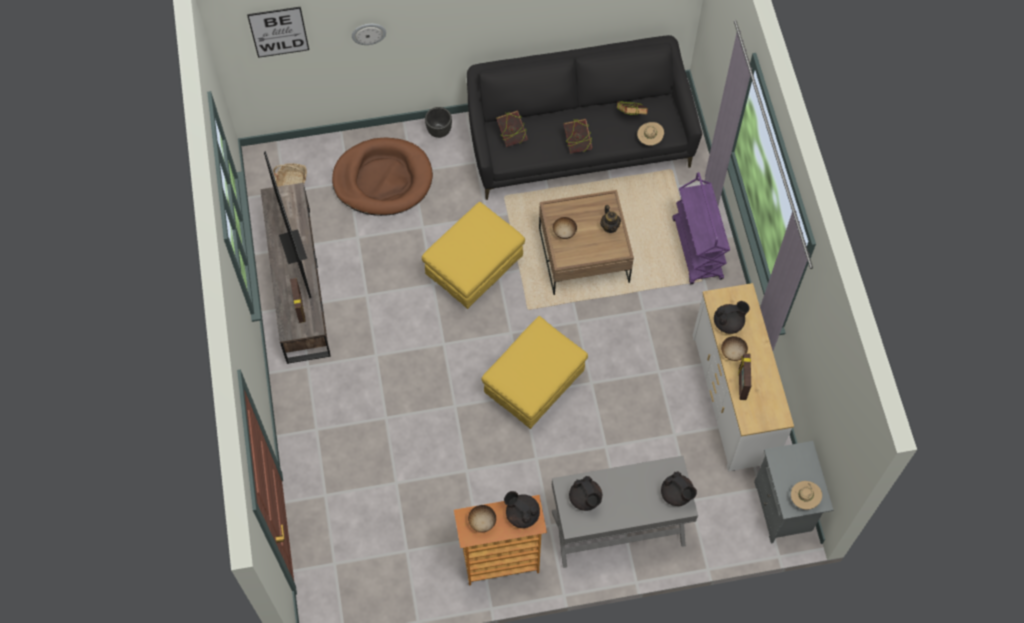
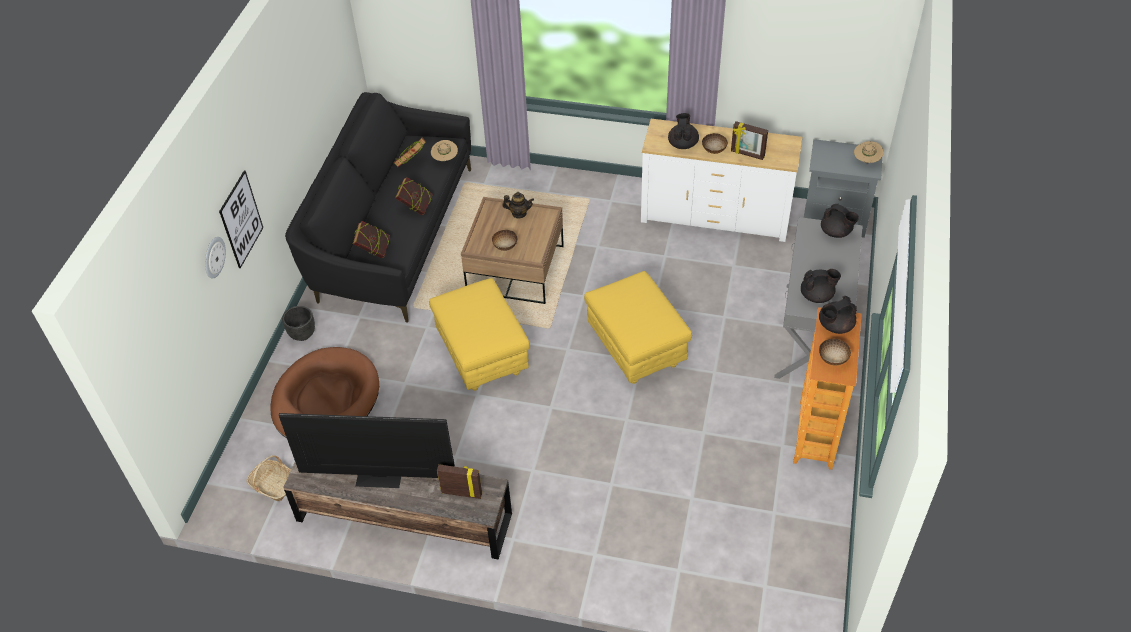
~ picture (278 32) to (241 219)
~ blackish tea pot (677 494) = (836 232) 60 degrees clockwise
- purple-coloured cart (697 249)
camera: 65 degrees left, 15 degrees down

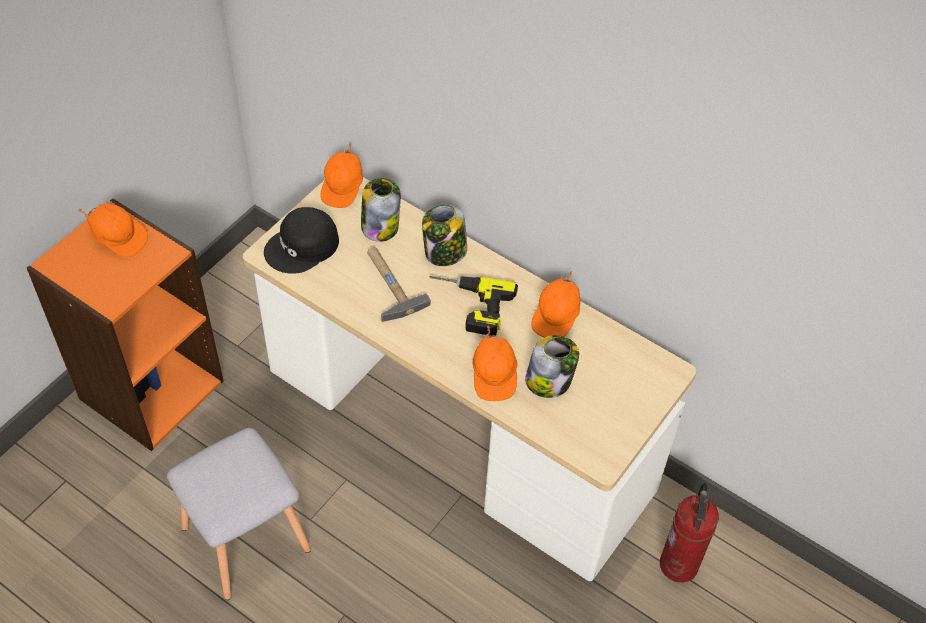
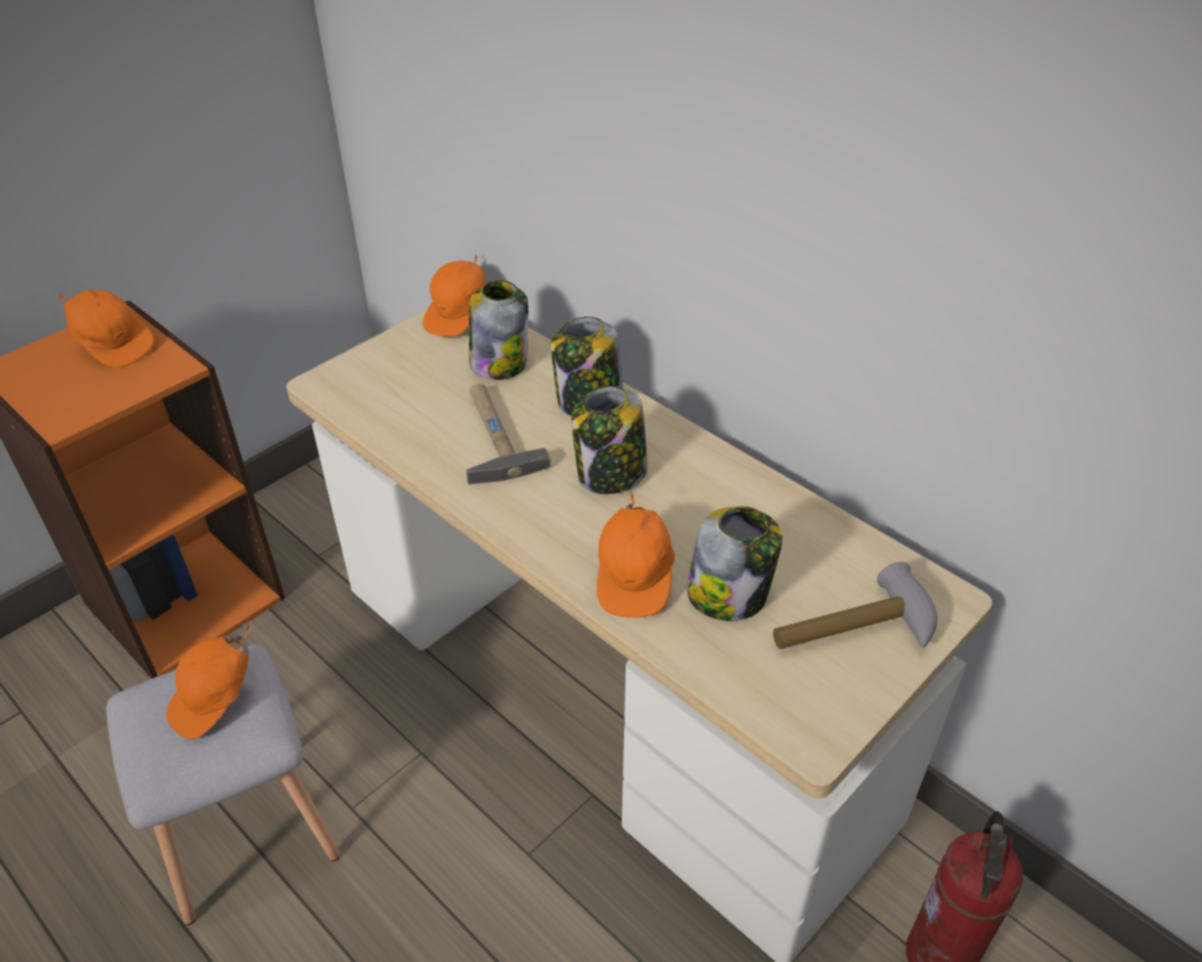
~ orangey peaked cap (557 317) to (216 700)
~ power drill (468 306) to jar (610 474)
+ hammer (854 632)
- blackish peaked cap (303 247)
camera: 10 degrees right, 10 degrees down

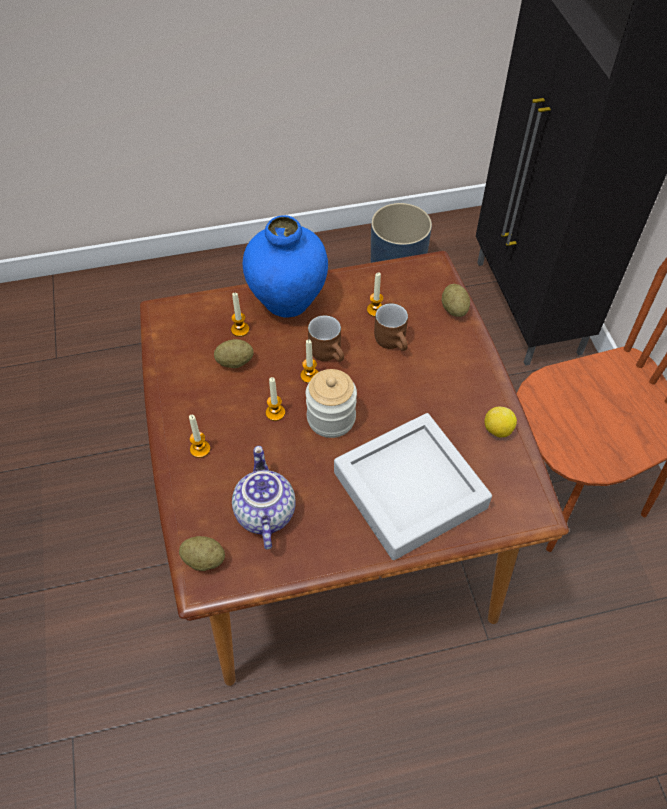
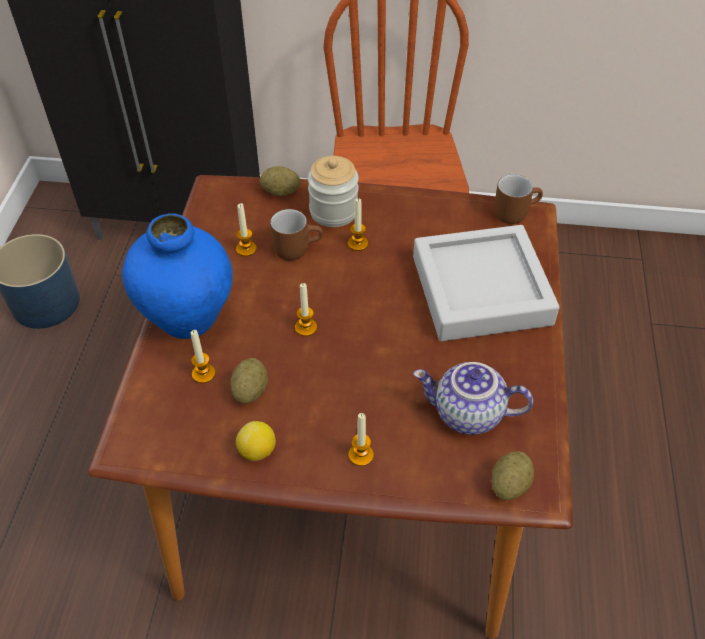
~ lemon (497 430) to (257 451)
~ jar (331 418) to (333 211)
~ candle (275 413) to (357 243)
~ brown mug (329 353) to (514 211)
camera: 70 degrees left, 5 degrees down

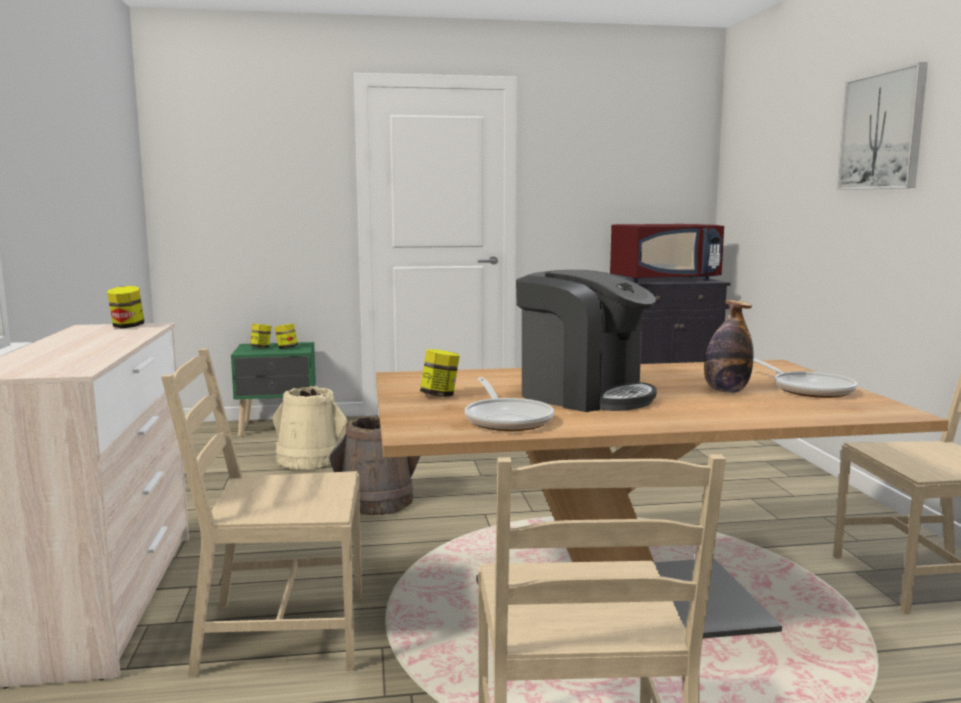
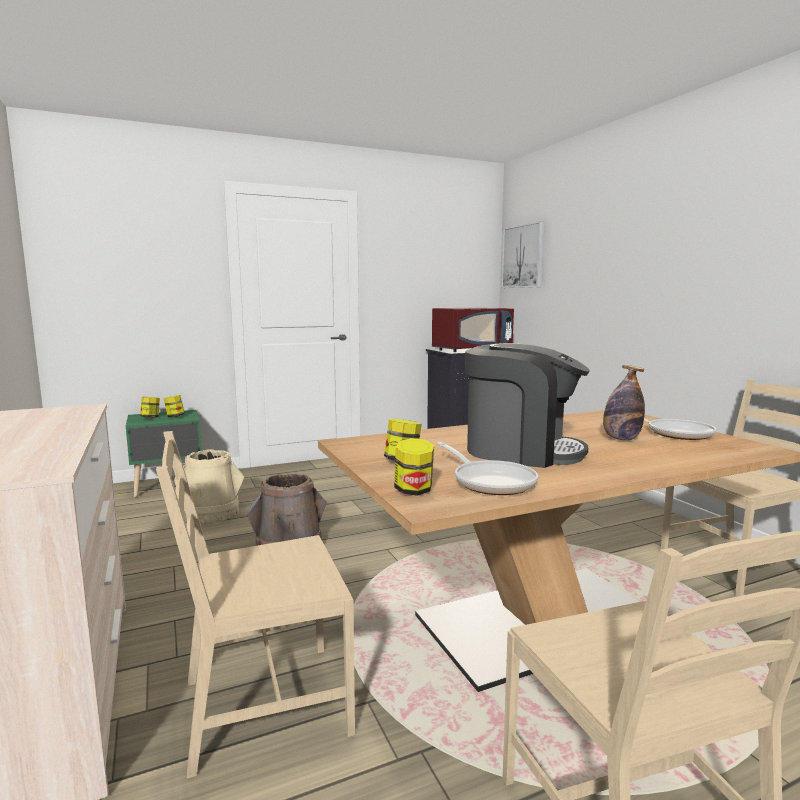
~ jar (127 327) to (413 491)
~ picture (882 131) to (523 256)
camera: 15 degrees left, 0 degrees up

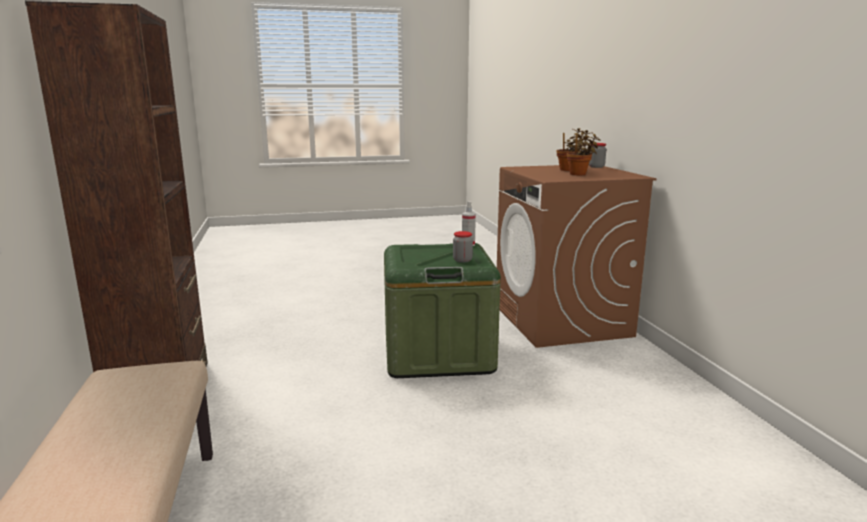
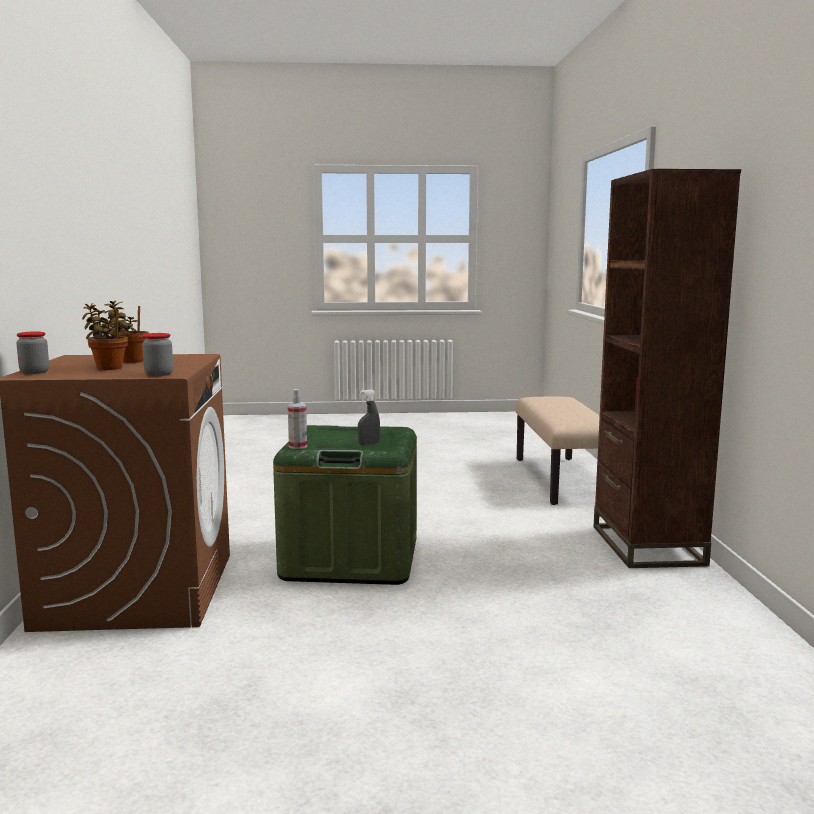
~ jar (462 260) to (159 374)
+ greyish sprayer (369 444)
camera: 170 degrees left, 5 degrees down

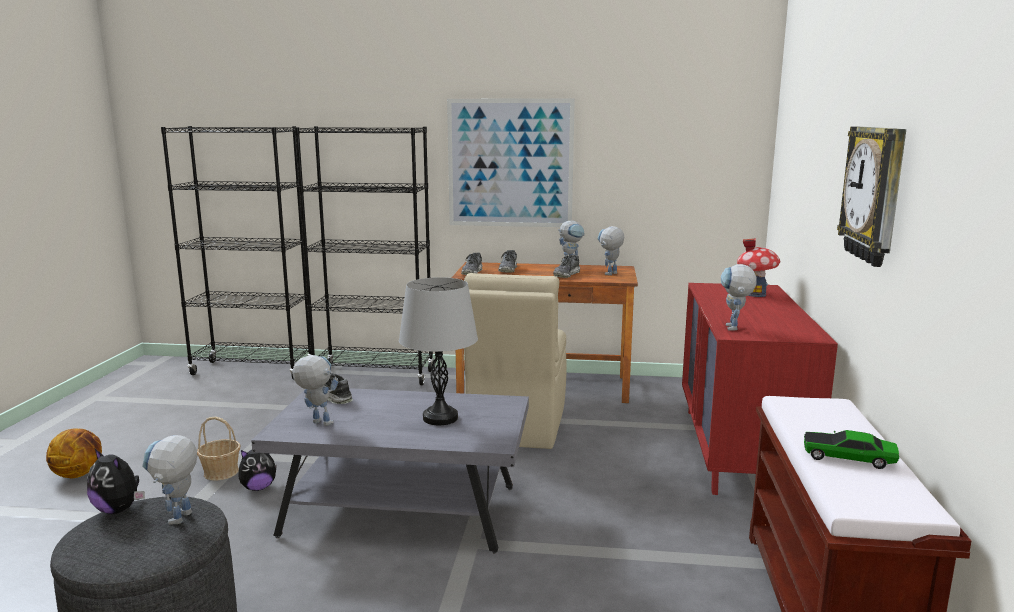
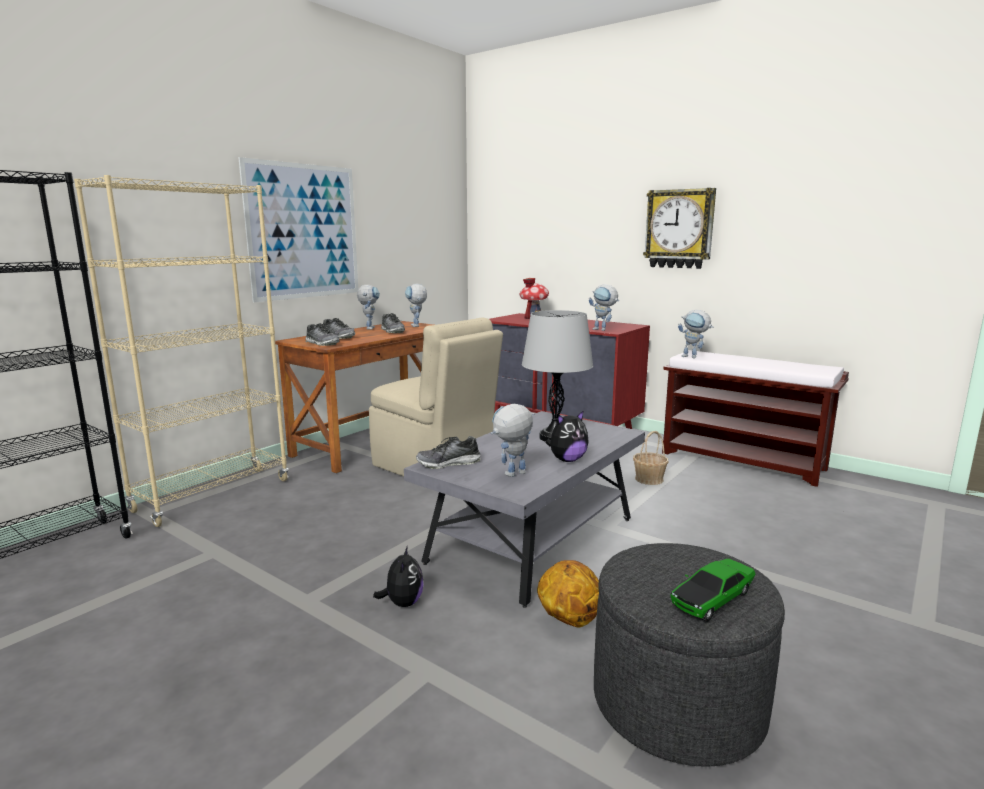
~ blackish bookcase (374 375) to beige bookcase (213 495)
~ ball for basketball (79 474) to (568 620)
~ plush toy (119 509) to (567 460)
~ basket (221 472) to (648 479)
~ miniature car (848 458) to (712 599)
~ toy robot (179 522) to (693 357)
camera: 60 degrees left, 0 degrees up

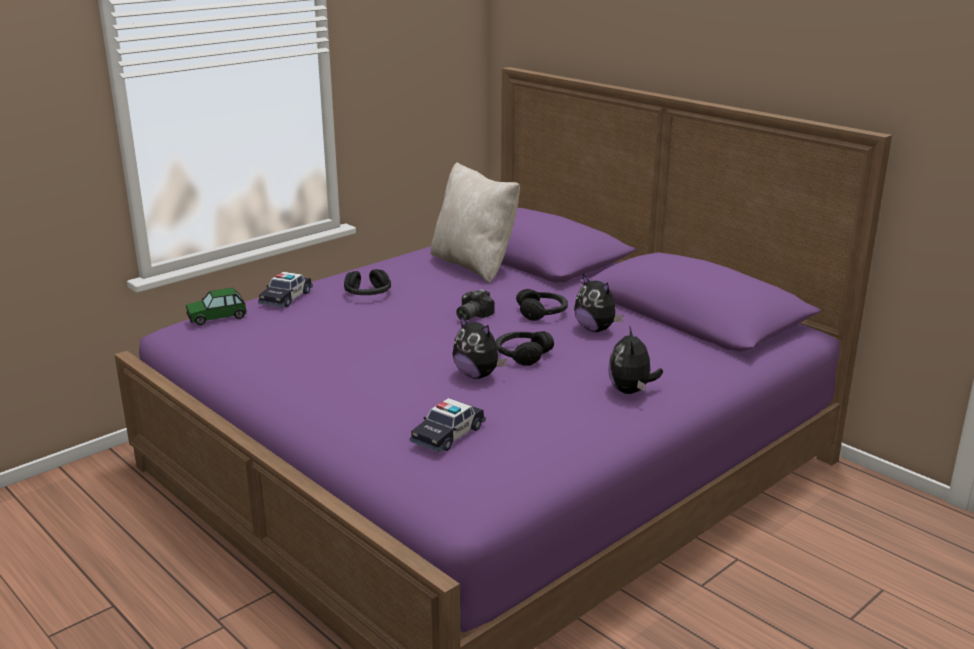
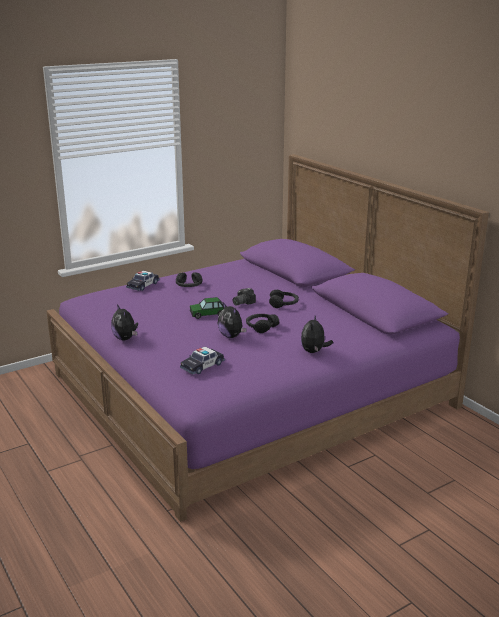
~ plush toy (596 329) to (125 338)
~ miniature car (217 316) to (207 314)
- beige pillow (474 265)
camera: 10 degrees right, 0 degrees up

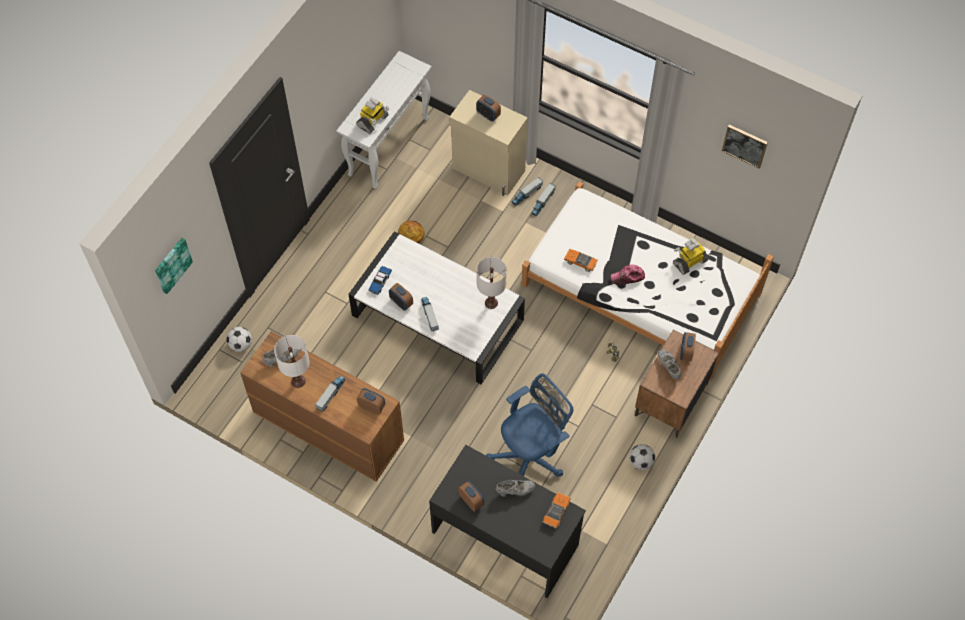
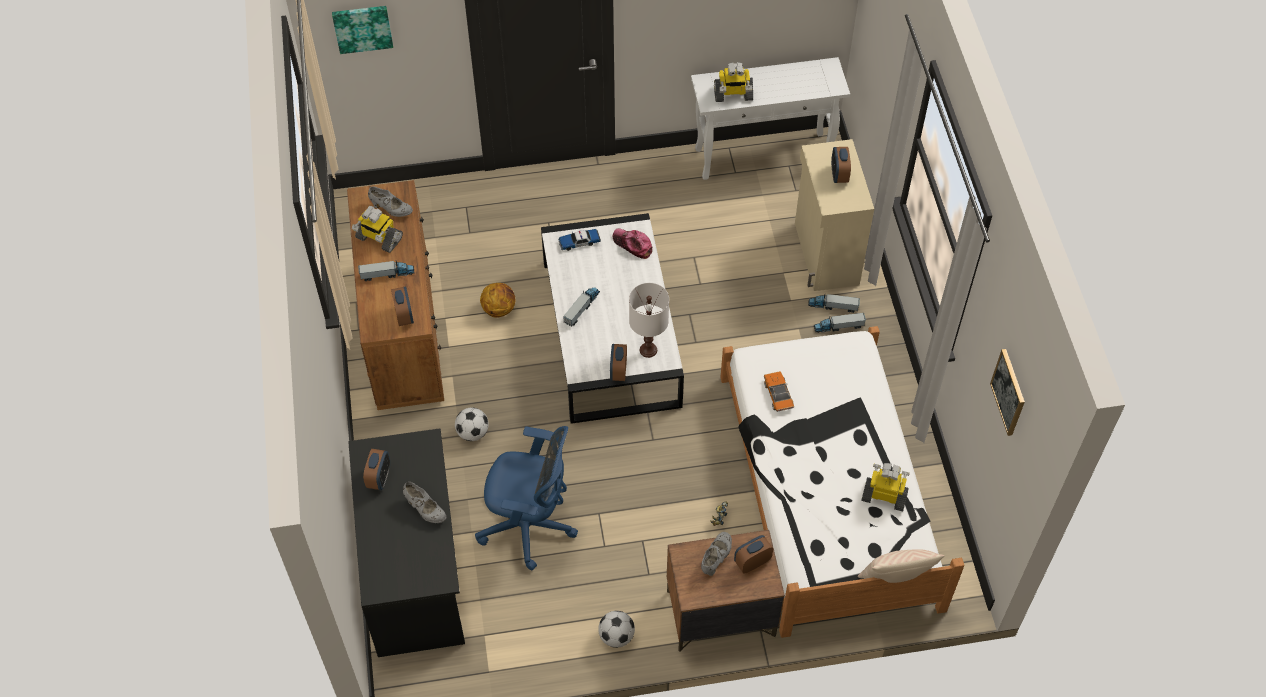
~ whitish lamp for a table (298 381) to toy robot (378 238)
~ ball for football (240 344) to (473 433)
~ ball for basketball (411 239) to (499 309)
~ table clock (401 302) to (618 371)
~ peaked cap (628 277) to (632 245)
+ beige pillow (895 579)
- miniature car (556 512)
camera: 50 degrees right, 5 degrees down

